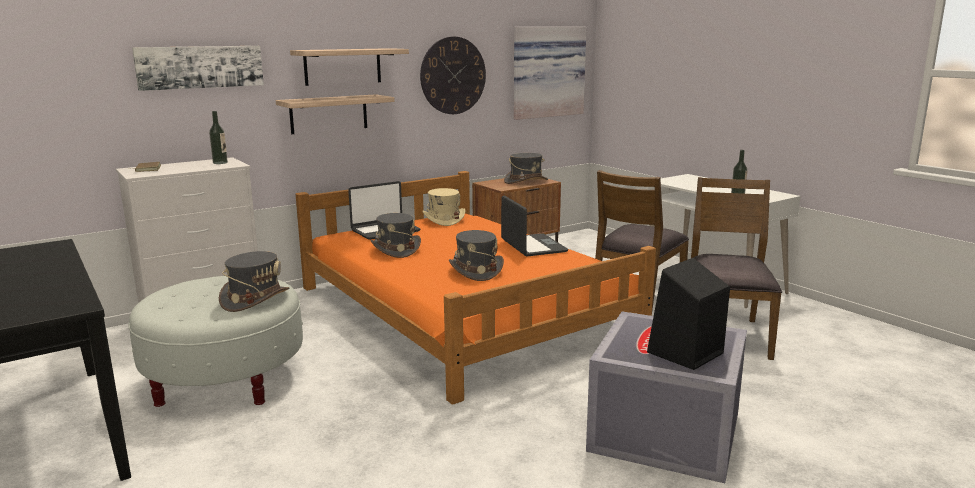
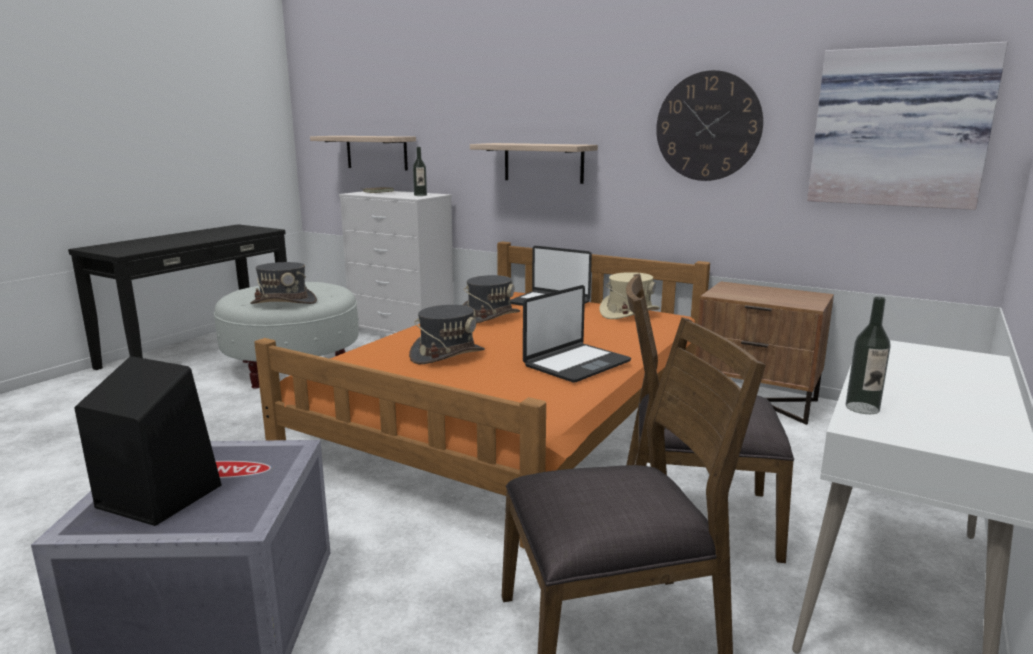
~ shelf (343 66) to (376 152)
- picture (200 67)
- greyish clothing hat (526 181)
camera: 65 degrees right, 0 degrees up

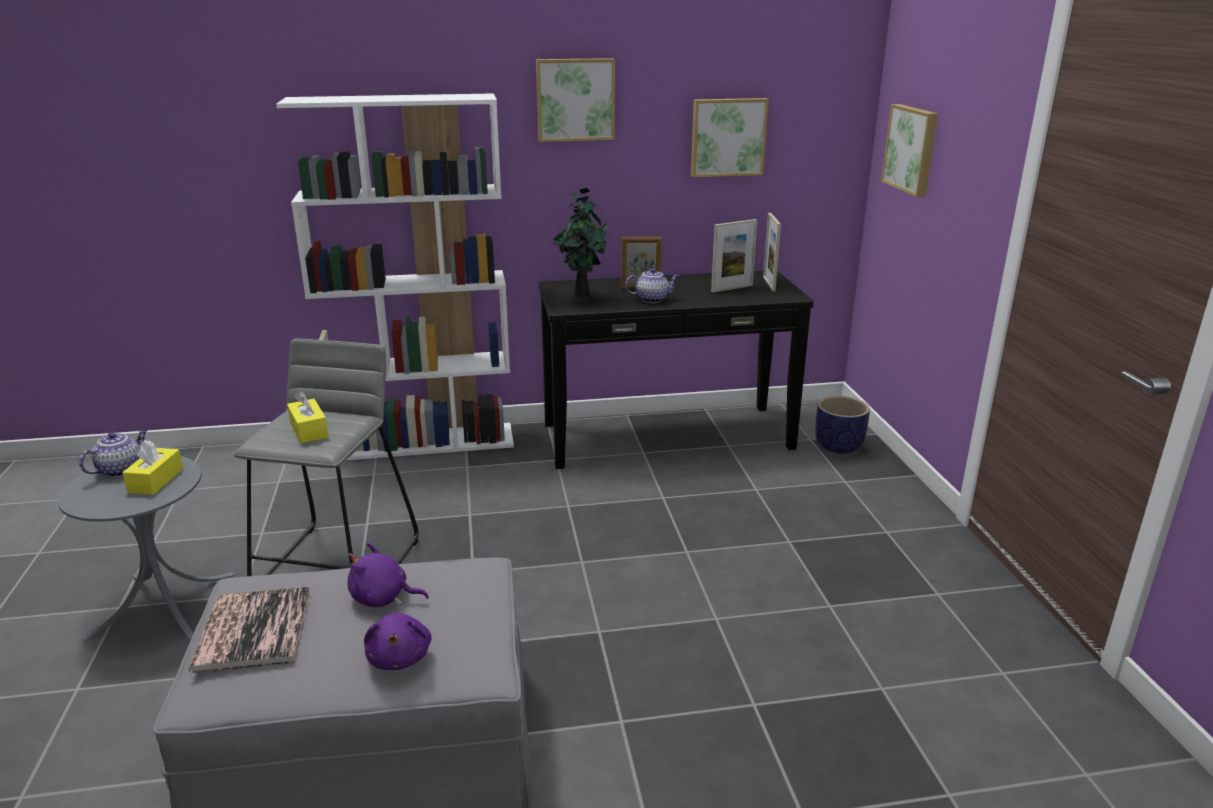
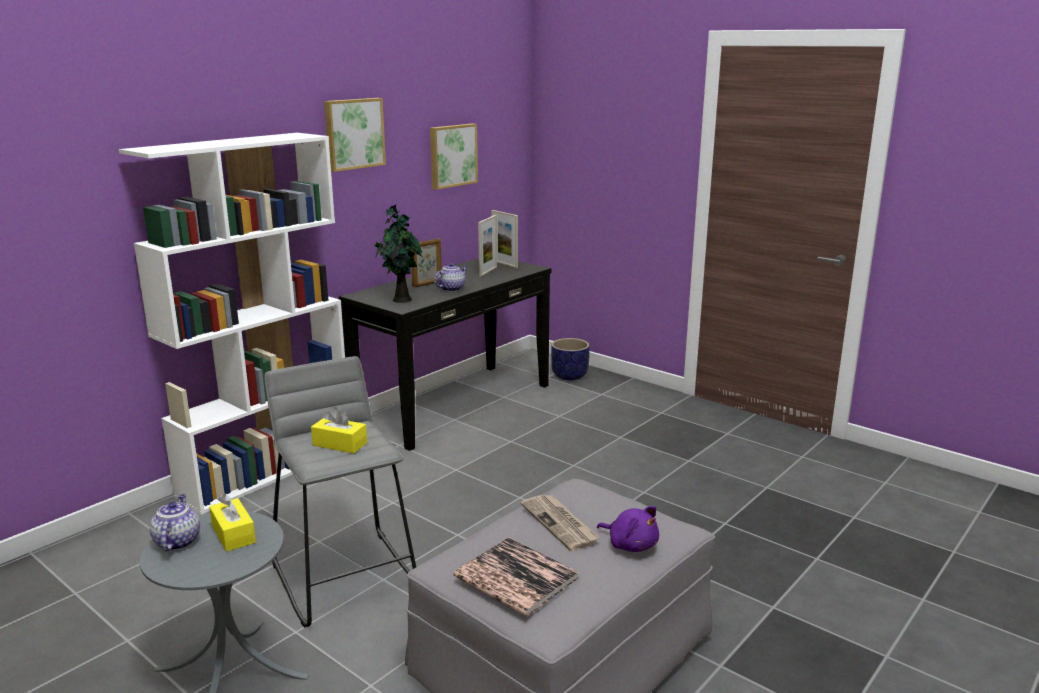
~ purple-coloured plush toy (383 598) to printed paper (560 524)
- picture (912 149)
camera: 40 degrees left, 5 degrees down

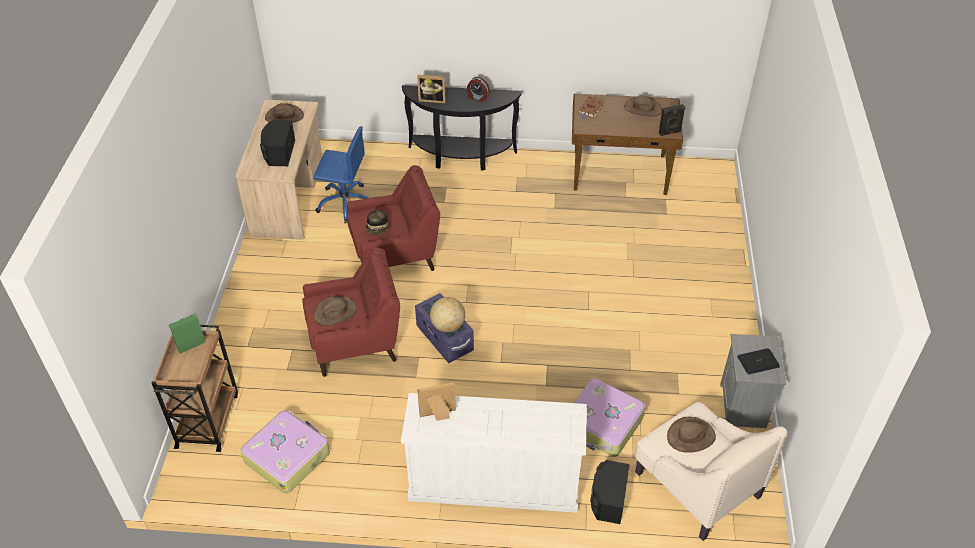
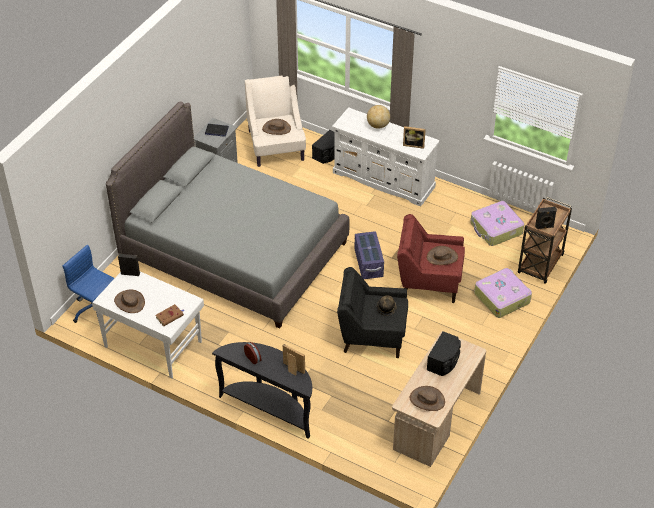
~ bluish desk chair (345 203) to (96 310)
~ brown desk (620 173) to whitish desk (153 343)
+ greyish bed (233 250)
~ red easy chair (395 255) to blackish easy chair (372 335)
~ desk globe (448 326) to (378 125)
~ piece of luggage (603 424) to (502 297)
~ green-coloured loudspeaker (191 345) to blackish loudspeaker (544 227)
camera: 155 degrees left, 0 degrees up

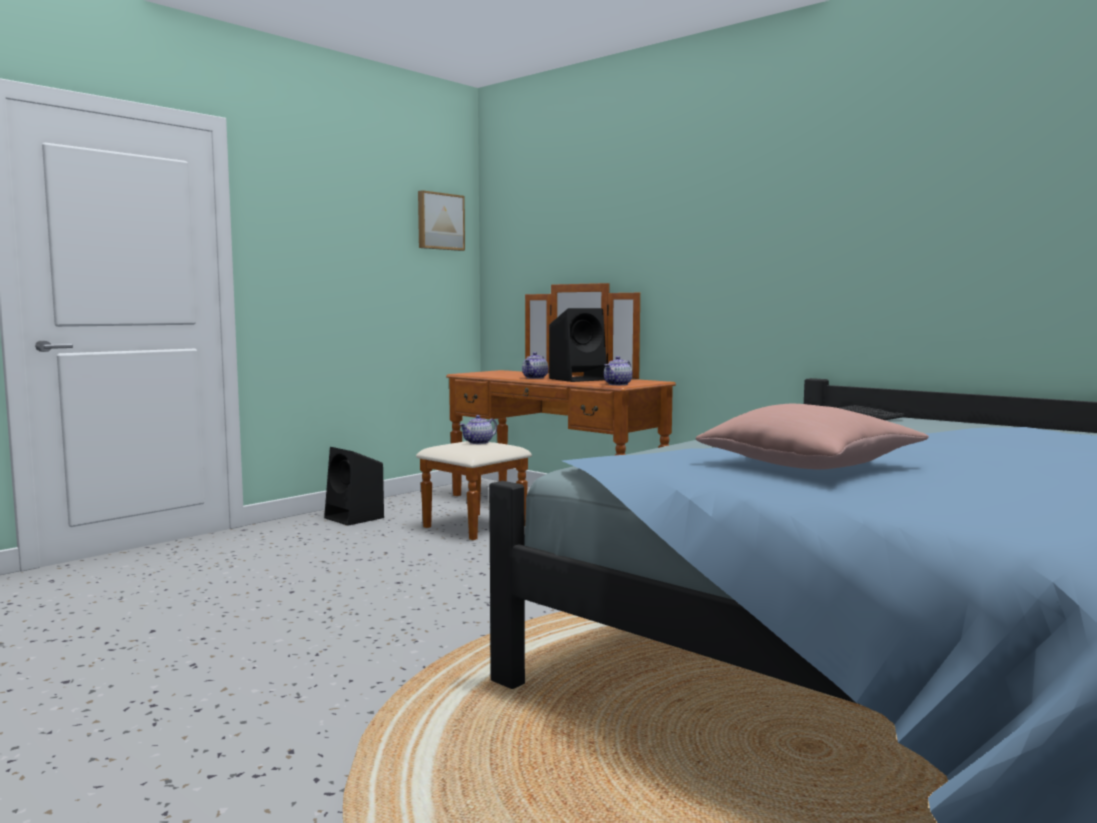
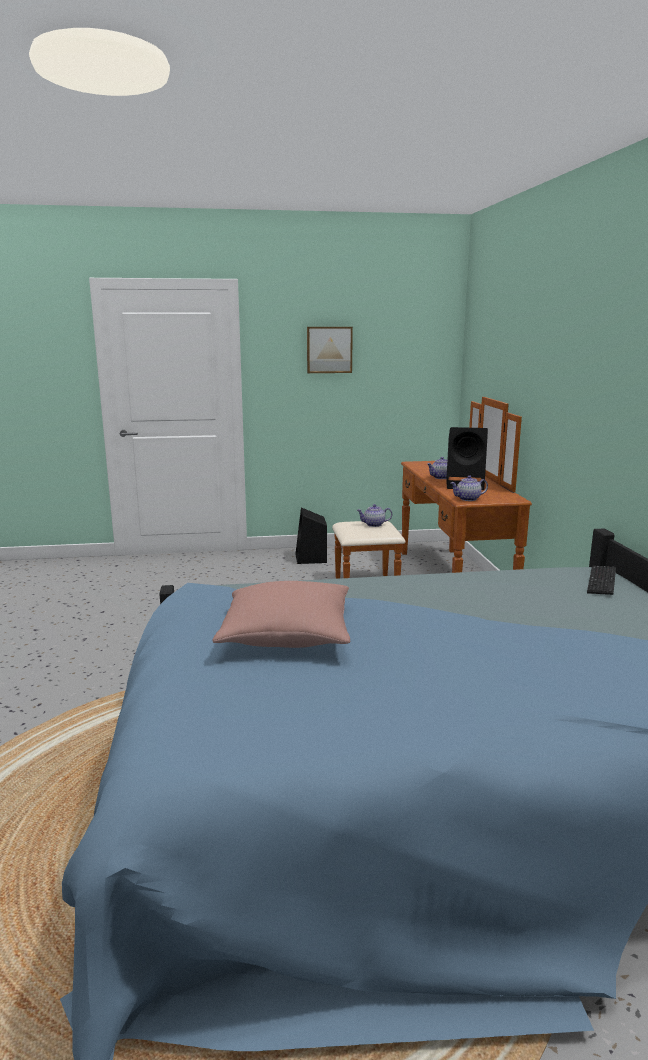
~ picture (439 221) to (329 349)
camera: 40 degrees right, 10 degrees up

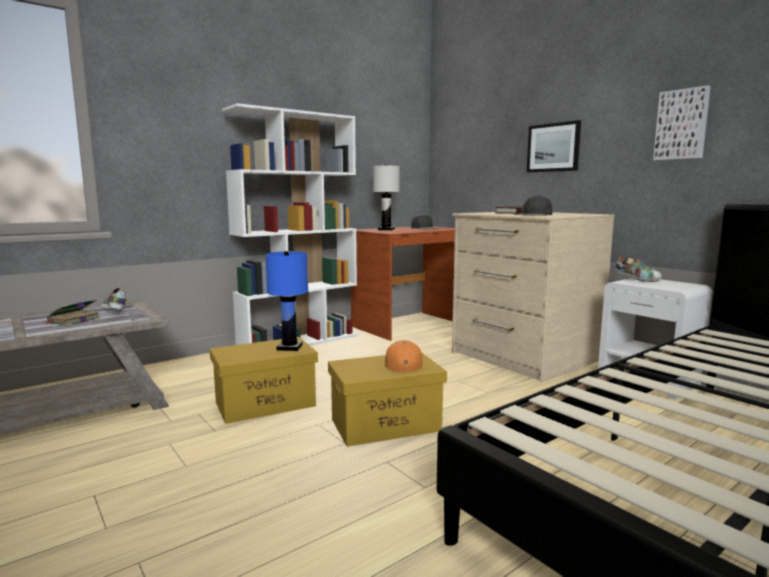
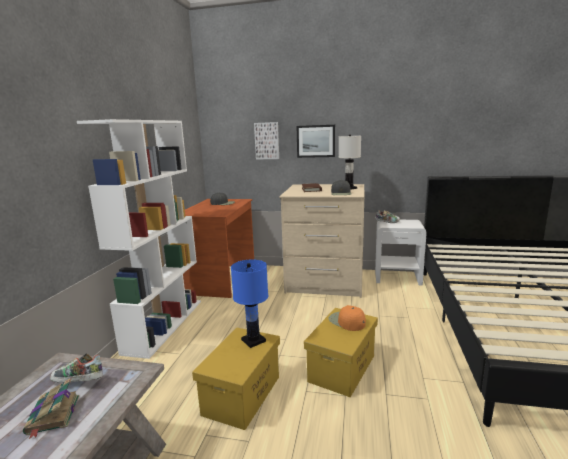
~ picture (682 125) to (267 141)
~ whitish lamp for a table (386 229) to (349 188)
camera: 40 degrees left, 5 degrees up

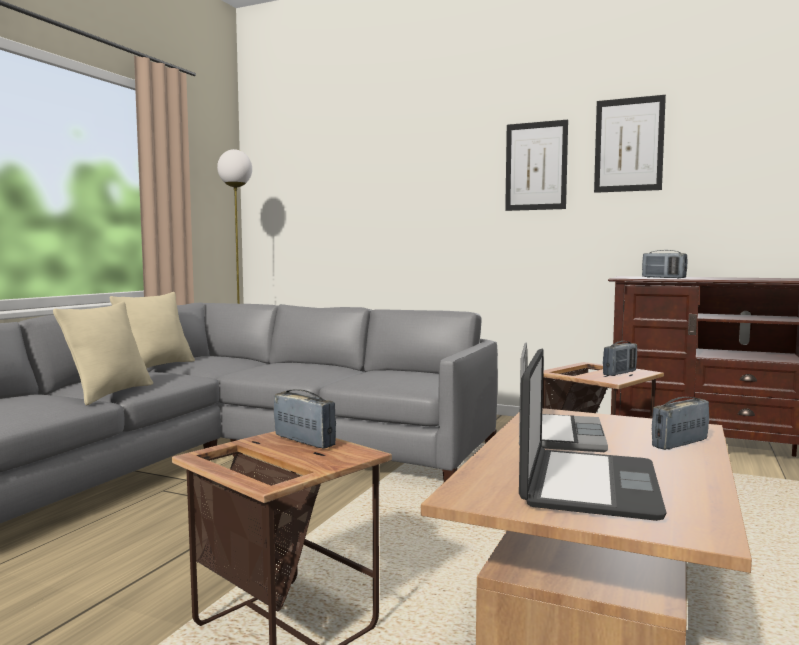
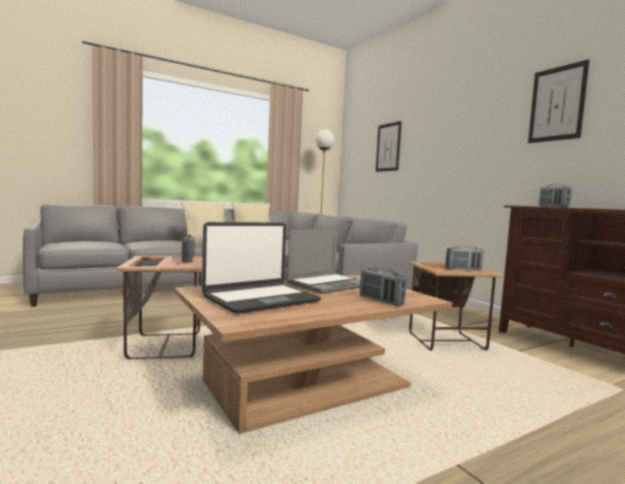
~ radio (679 444) = (380 301) 135 degrees counterclockwise
~ picture (536 166) to (388 147)
camera: 35 degrees right, 0 degrees up

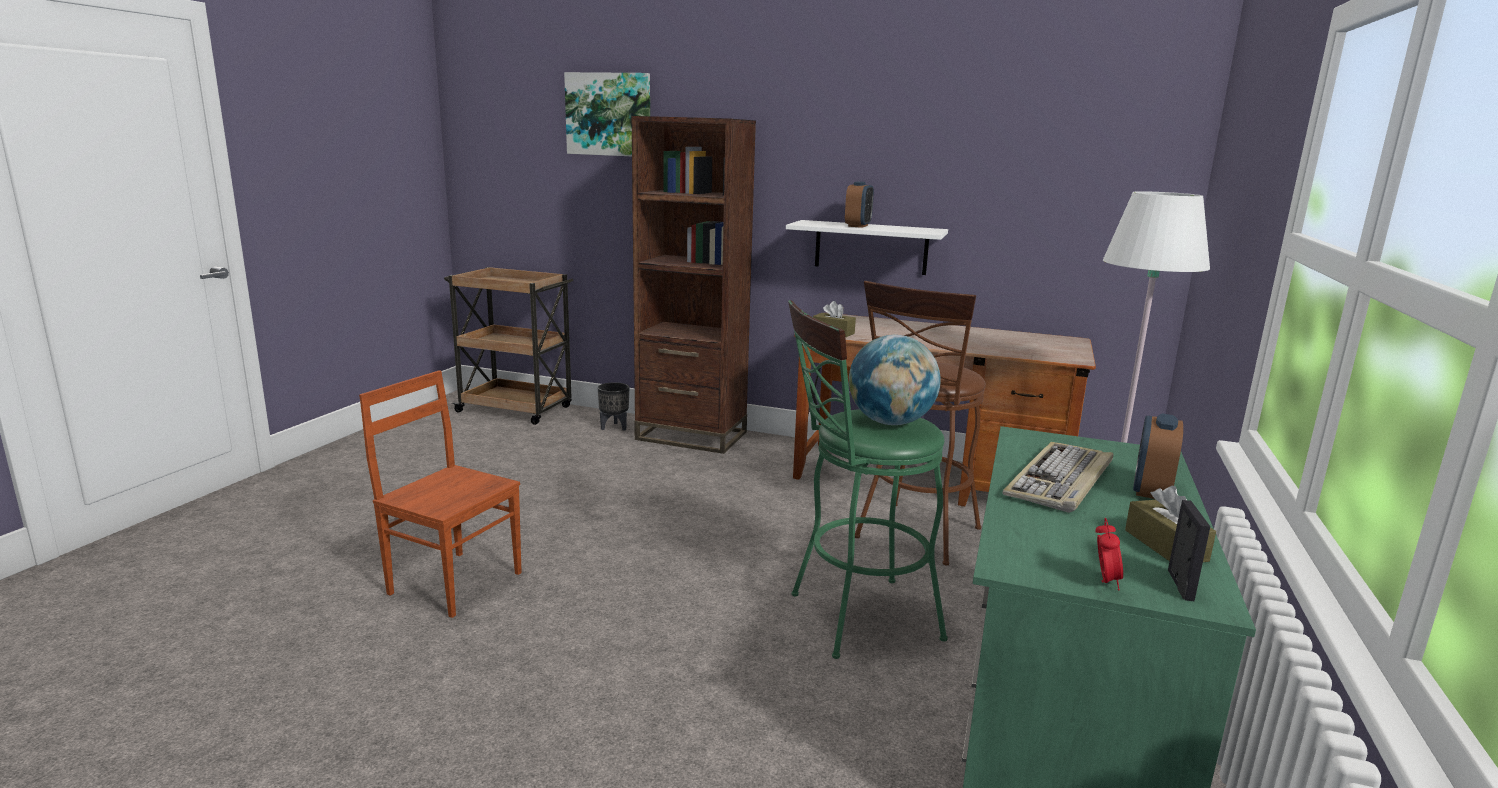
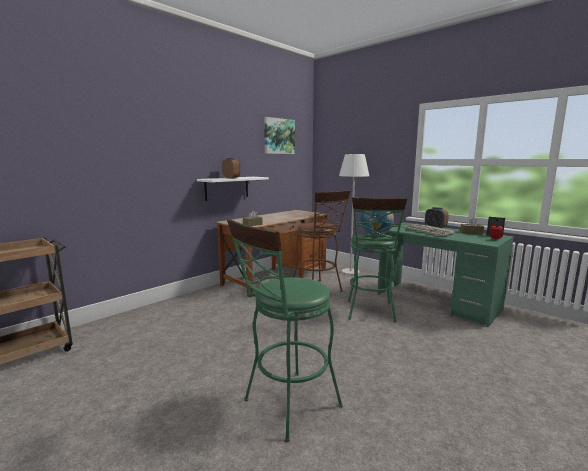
~ brown plain chair (455 582) to green-coloured stool (286 406)
~ picture (609 114) to (279 136)
- blackish planter (614 427)
- brown bookcase (691 436)
camera: 65 degrees left, 5 degrees down

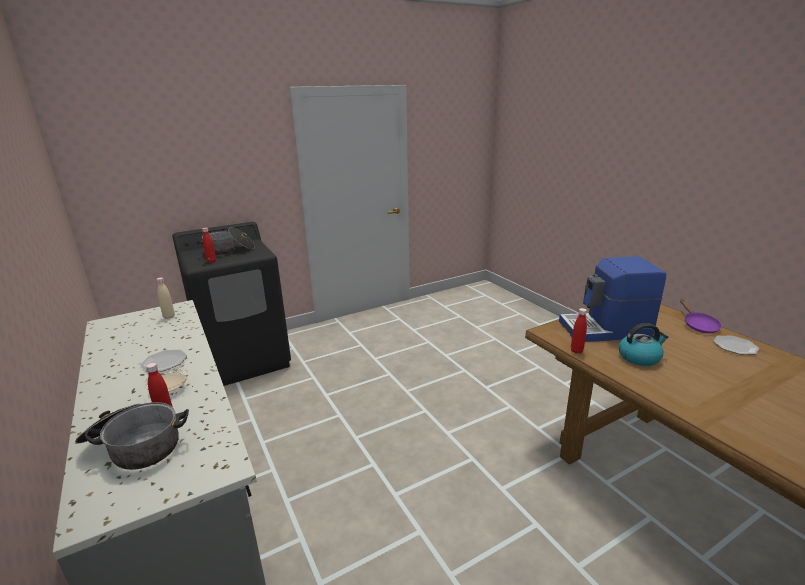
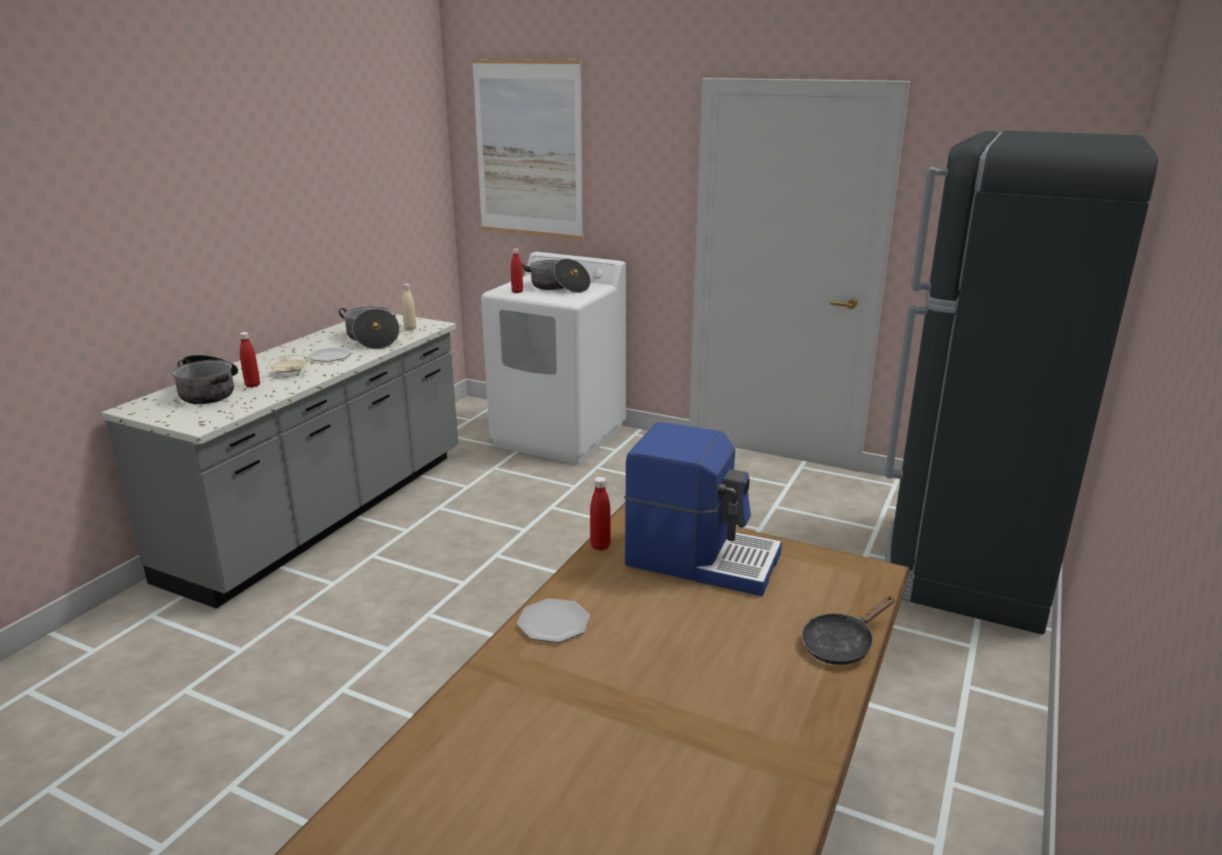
+ cooking pot (372 339)
+ picture (528 149)
~ blackish laundry appliance (245 359) to whitish laundry appliance (559 436)
~ flat dish (735 346) to (554 623)
~ coffee machine (605 330) = (702 558) 150 degrees clockwise
~ purple-coloured pan (698 325) to blackish pan (841 644)
+ blackish kitchen fridge (967 567)
- kettle (639 357)
camera: 55 degrees right, 0 degrees up

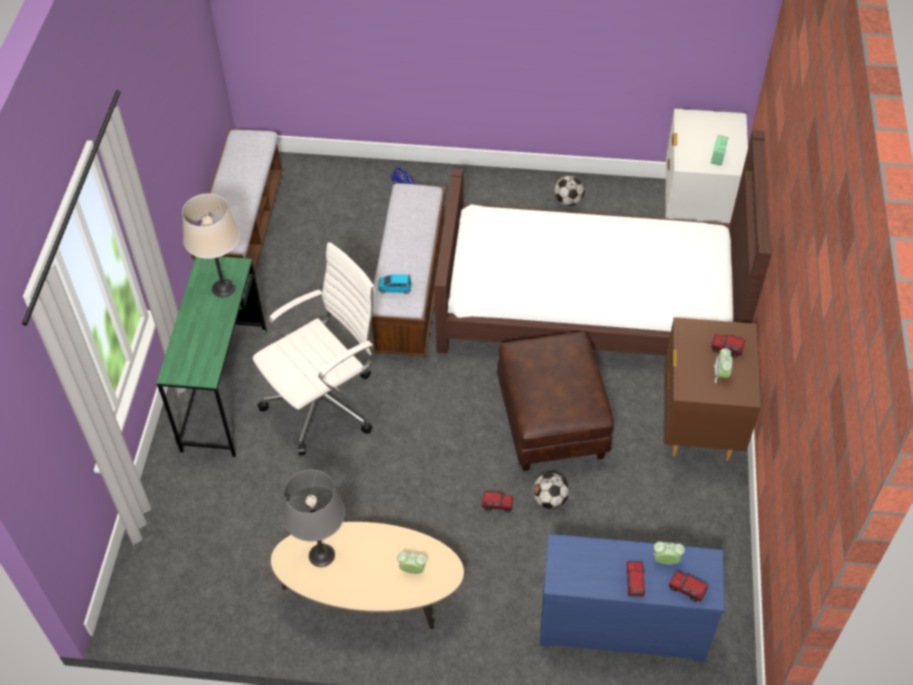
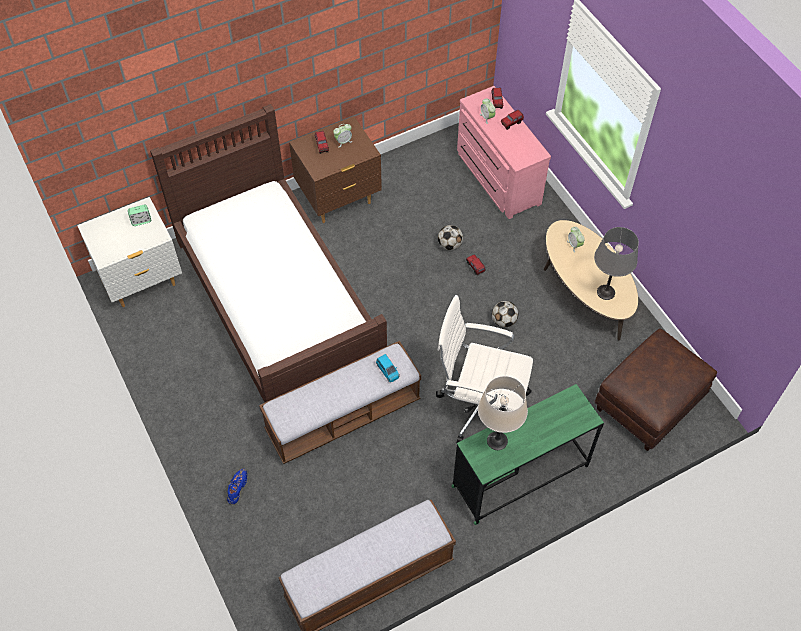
~ bluish chest of drawers (622 621) to pink chest of drawers (496 177)
~ ball for football (568 201) to (504 321)
~ brown pouffe (550 420) to (648 404)
camera: 125 degrees left, 5 degrees up

